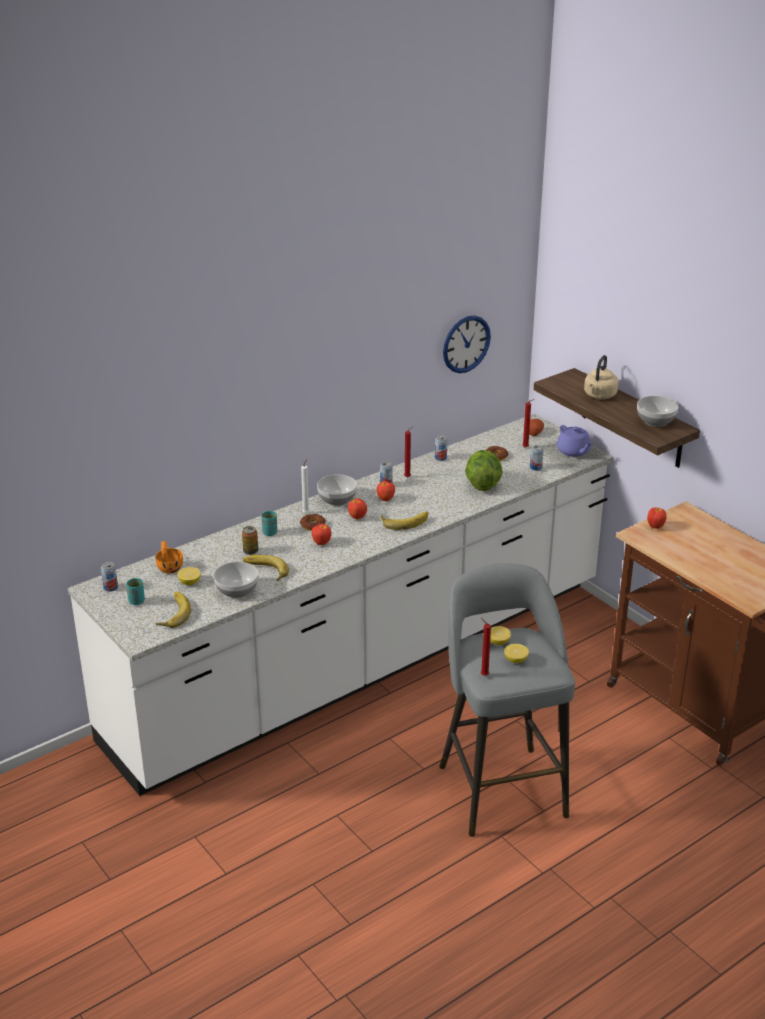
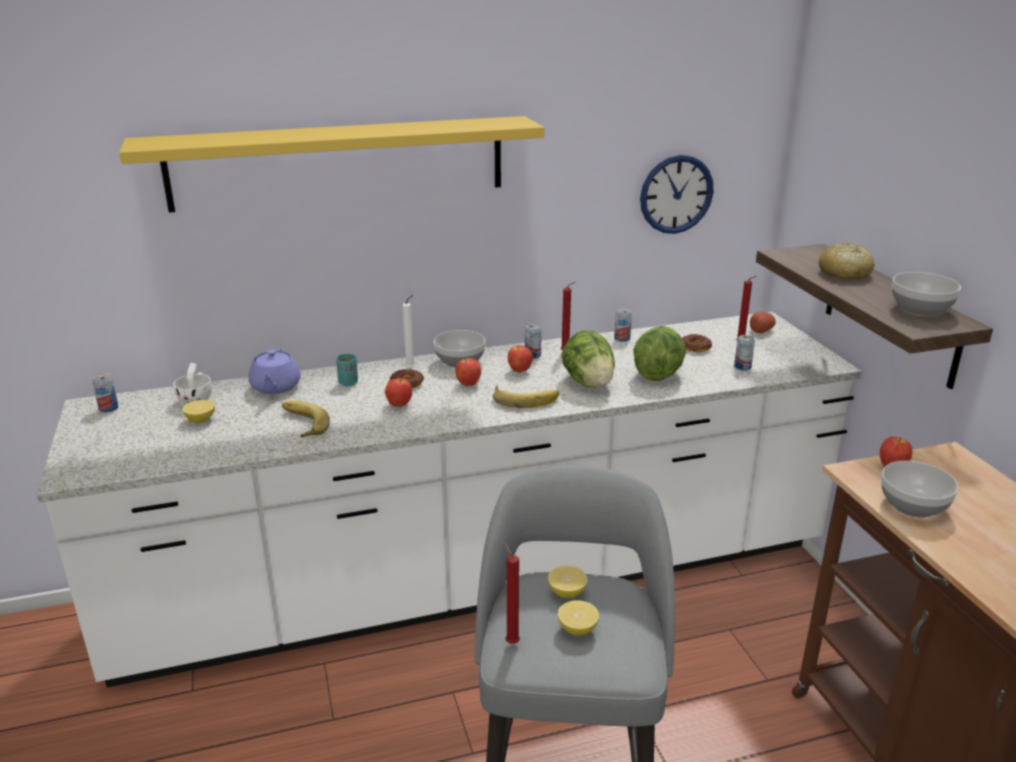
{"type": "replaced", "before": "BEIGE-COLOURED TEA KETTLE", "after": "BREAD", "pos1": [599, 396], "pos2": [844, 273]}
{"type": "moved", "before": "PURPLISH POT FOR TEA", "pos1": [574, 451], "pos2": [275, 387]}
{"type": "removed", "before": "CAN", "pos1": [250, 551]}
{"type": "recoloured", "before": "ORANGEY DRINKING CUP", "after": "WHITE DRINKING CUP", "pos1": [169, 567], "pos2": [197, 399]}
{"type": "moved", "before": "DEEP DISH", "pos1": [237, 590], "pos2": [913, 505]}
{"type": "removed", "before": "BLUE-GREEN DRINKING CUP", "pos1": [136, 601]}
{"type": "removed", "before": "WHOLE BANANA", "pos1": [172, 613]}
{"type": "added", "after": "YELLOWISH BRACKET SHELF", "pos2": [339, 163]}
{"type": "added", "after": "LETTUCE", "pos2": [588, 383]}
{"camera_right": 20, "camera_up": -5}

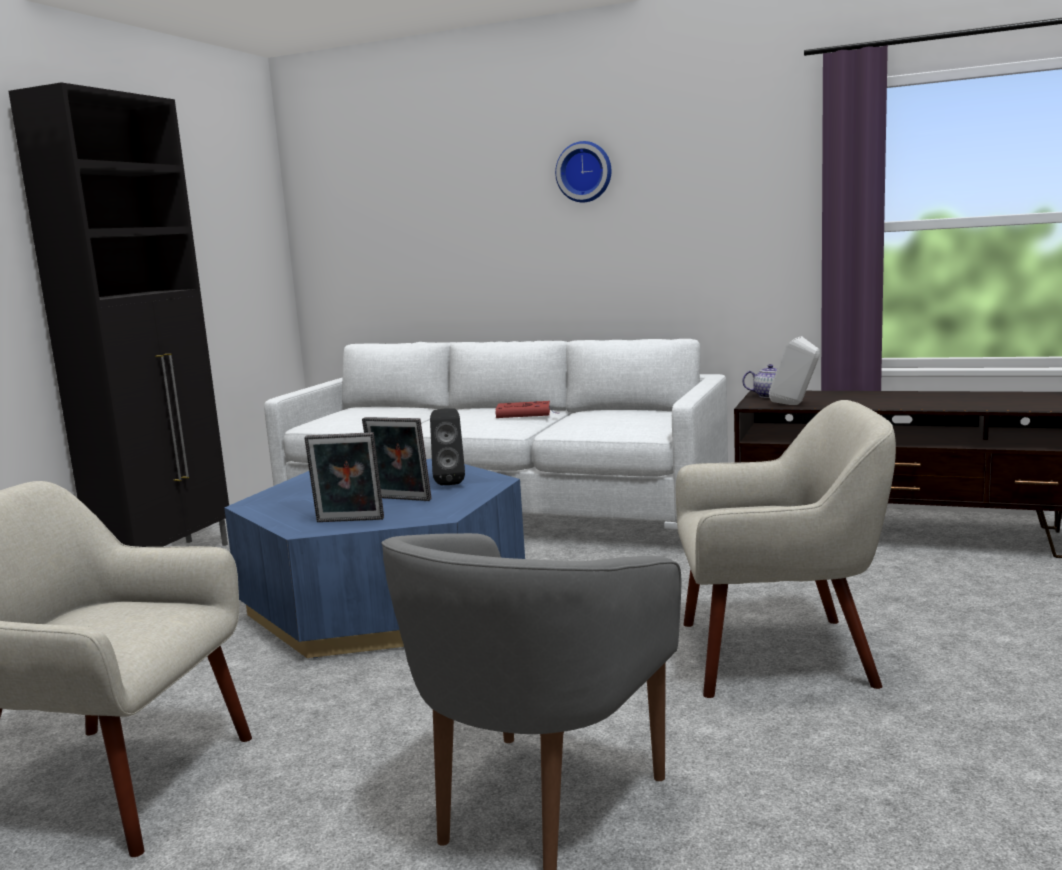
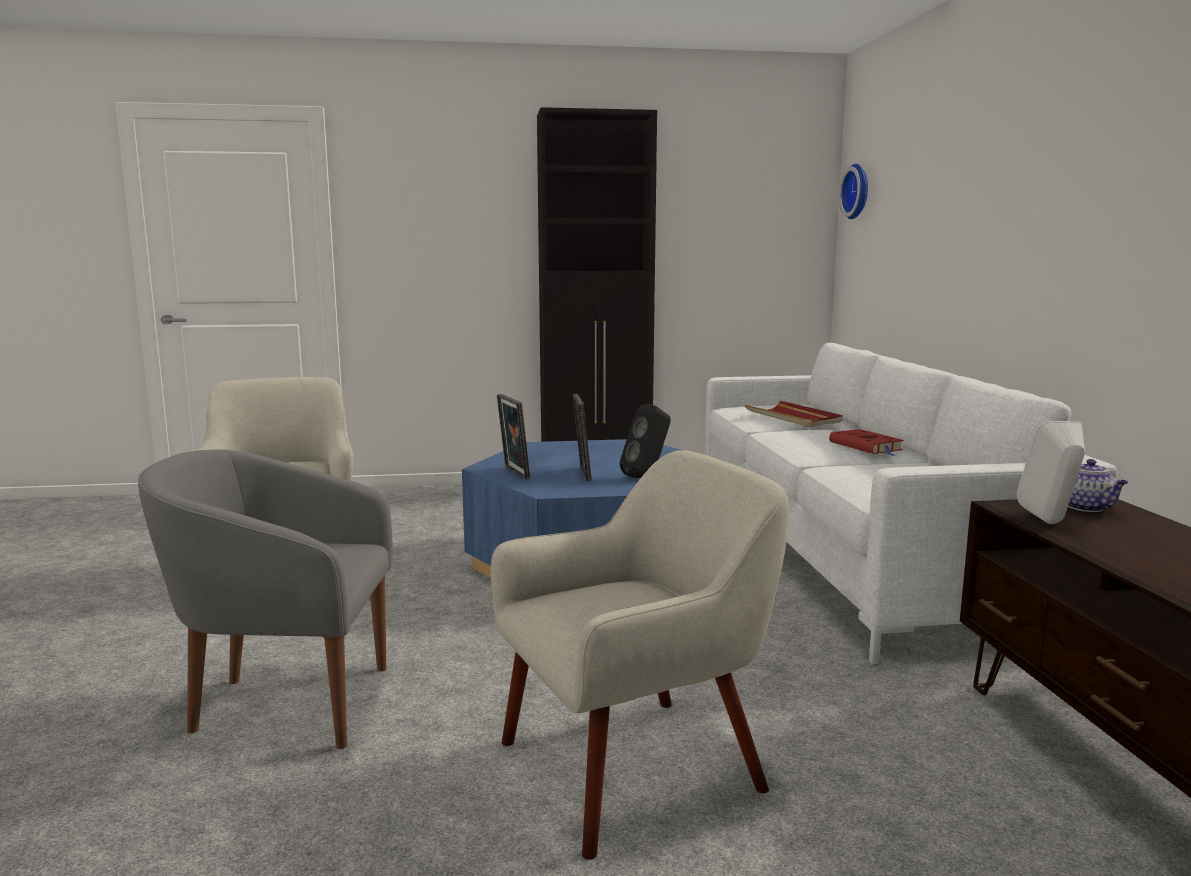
{"type": "moved", "before": "CLOCK ON THE WALL", "pos1": [584, 172], "pos2": [858, 191]}
{"type": "turned", "before": "BEIGE-COLOURED ARMCHAIR", "pos1": [779, 654], "pos2": [635, 766], "turn": -90}
{"type": "added", "after": "REDDISH TRAY", "pos2": [793, 418]}
{"camera_right": 60, "camera_up": 0}

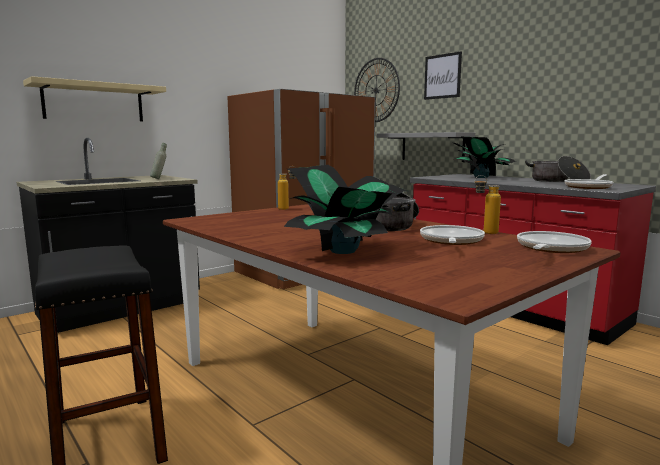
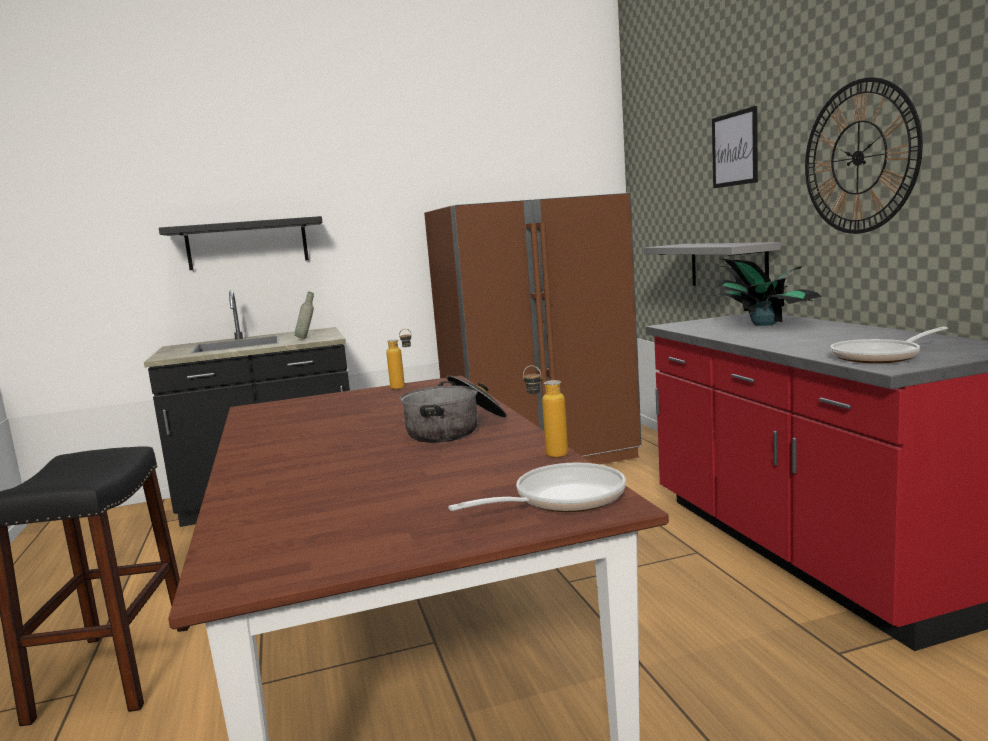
{"type": "moved", "before": "CLOCK ON THE WALL", "pos1": [376, 90], "pos2": [858, 157]}
{"type": "recoloured", "before": "BEIGE-COLOURED BRACKET SHELF", "after": "BLACK-COLOURED BRACKET SHELF", "pos1": [94, 102], "pos2": [247, 244]}
{"type": "removed", "before": "COOKING POT", "pos1": [557, 181]}
{"type": "removed", "before": "POTTED PLANT", "pos1": [344, 251]}
{"type": "removed", "before": "FRYING PAN", "pos1": [450, 241]}
{"camera_right": 25, "camera_up": 0}

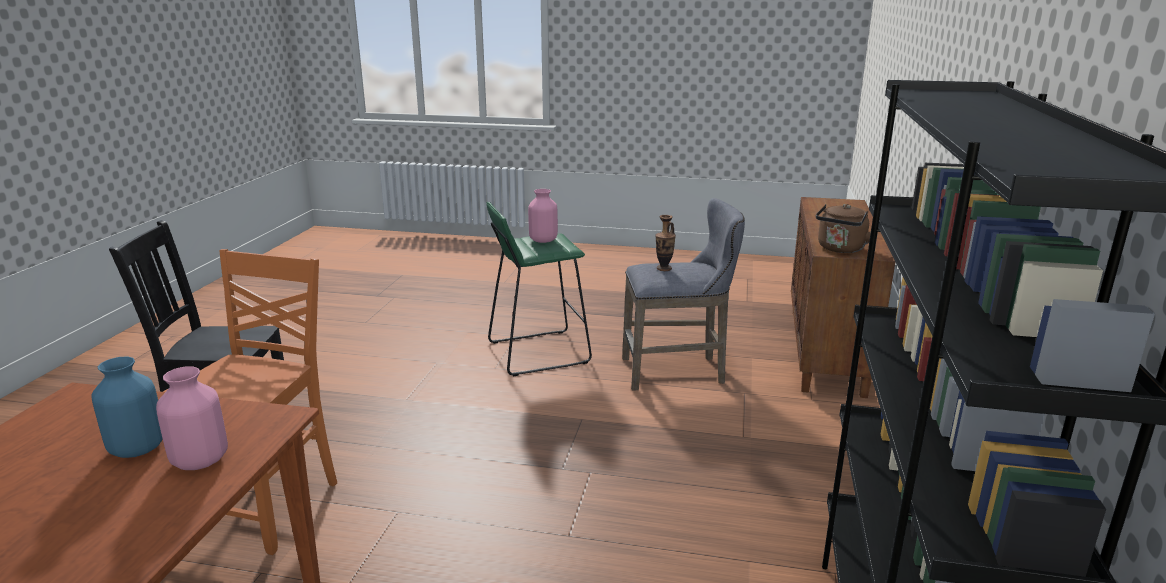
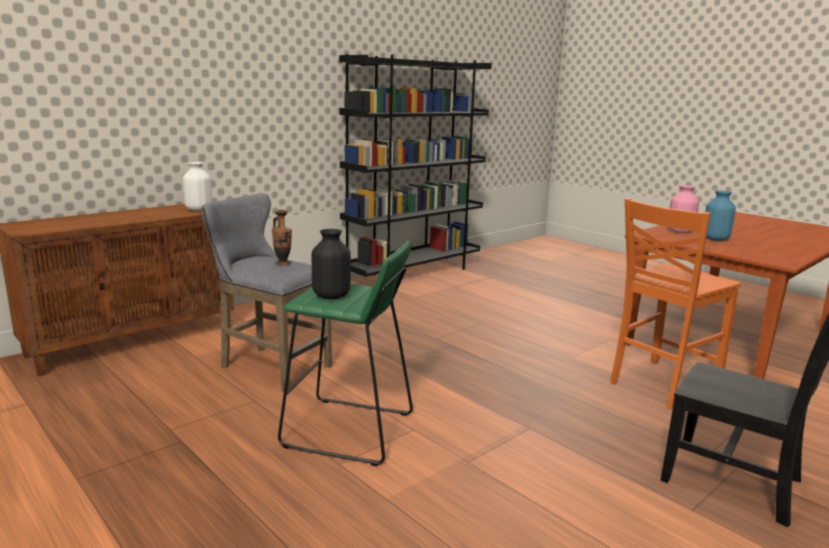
{"type": "recoloured", "before": "PINK FLOWER VASE", "after": "BLACK-COLOURED FLOWER VASE", "pos1": [543, 240], "pos2": [332, 296]}
{"type": "replaced", "before": "BROWNISH TEA KETTLE", "after": "WHITE FLOWER VASE", "pos1": [840, 249], "pos2": [199, 209]}
{"camera_right": -145, "camera_up": -5}

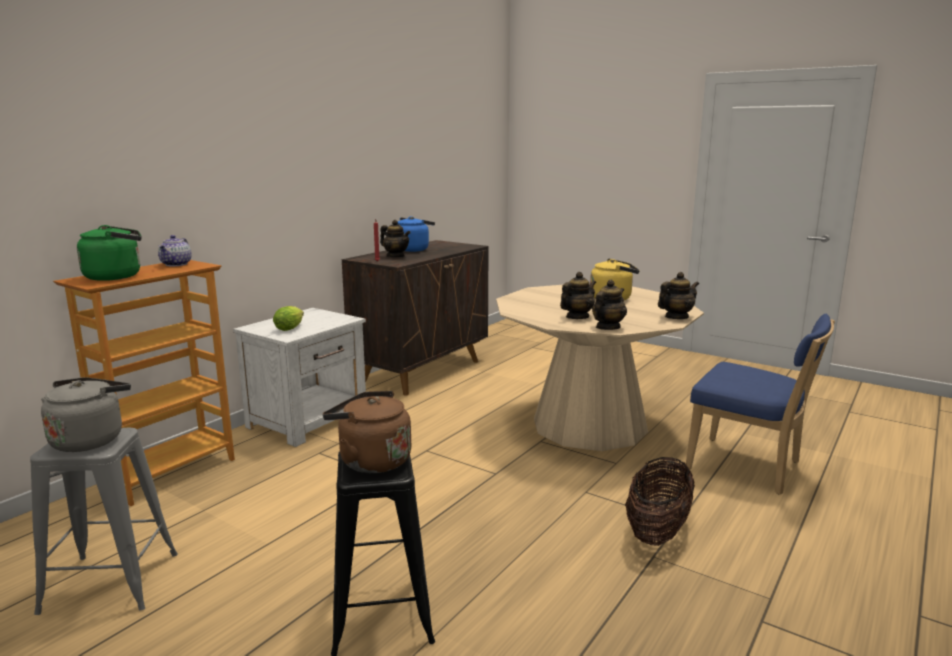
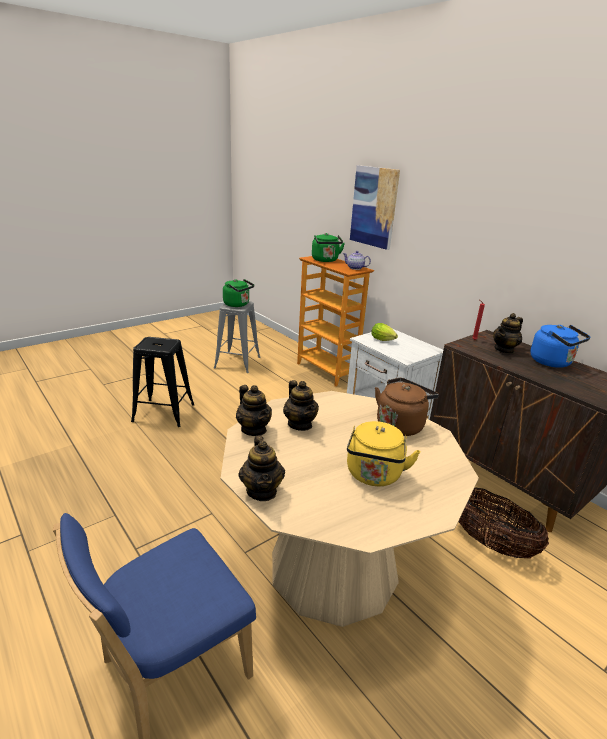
{"type": "recoloured", "before": "GREYISH TEA KETTLE", "after": "GREEN TEA KETTLE", "pos1": [90, 439], "pos2": [238, 304]}
{"type": "moved", "before": "BROWNISH TEA KETTLE", "pos1": [371, 461], "pos2": [401, 424]}
{"type": "moved", "before": "STORAGE BASKET", "pos1": [657, 530], "pos2": [489, 542]}
{"type": "added", "after": "WALL PICTURE", "pos2": [374, 207]}
{"camera_right": 105, "camera_up": 10}

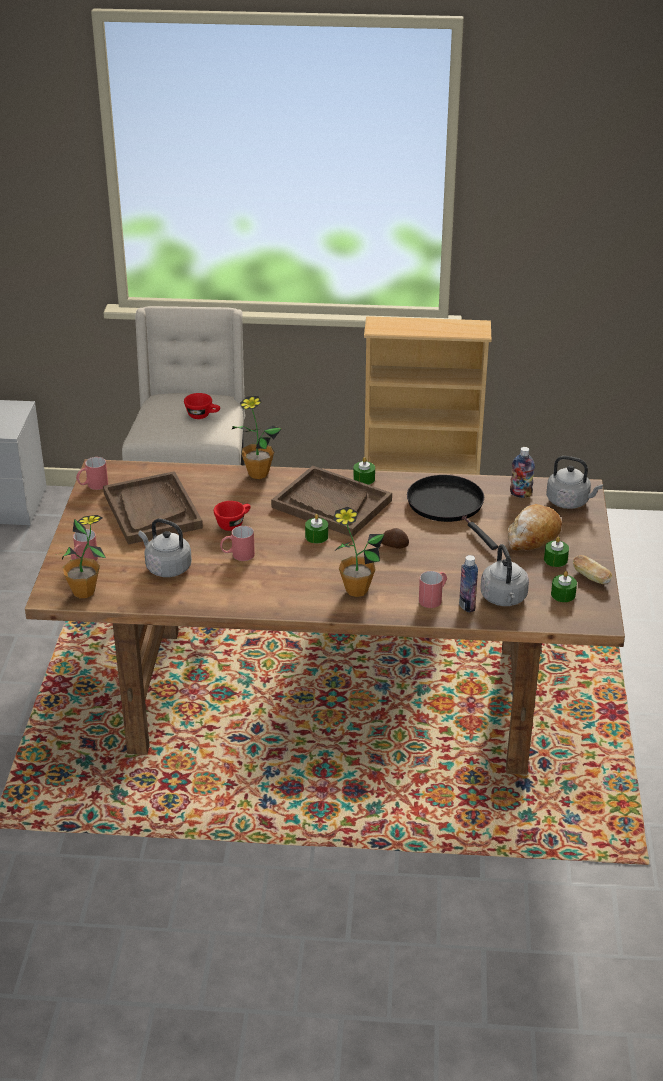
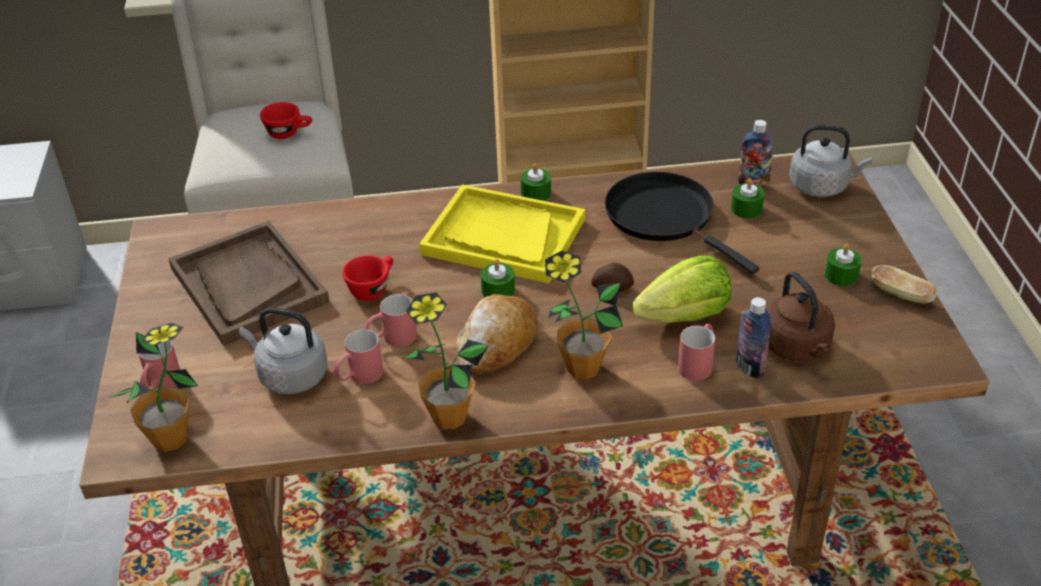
{"type": "moved", "before": "POTTED PLANT", "pos1": [258, 473], "pos2": [449, 417]}
{"type": "moved", "before": "REDDISH TEA MUG", "pos1": [92, 486], "pos2": [359, 377]}
{"type": "recoloured", "before": "BROWNISH TRAY", "after": "YELLOWISH TRAY", "pos1": [331, 504], "pos2": [503, 237]}
{"type": "moved", "before": "BREAD", "pos1": [533, 536], "pos2": [497, 344]}
{"type": "recoloured", "before": "GREYISH TEA KETTLE", "after": "BROWNISH TEA KETTLE", "pos1": [504, 599], "pos2": [797, 348]}
{"type": "moved", "before": "GREEN WAX LIGHT", "pos1": [563, 594], "pos2": [746, 209]}
{"type": "added", "after": "LETTUCE", "pos2": [685, 316]}
{"camera_right": -10, "camera_up": 5}

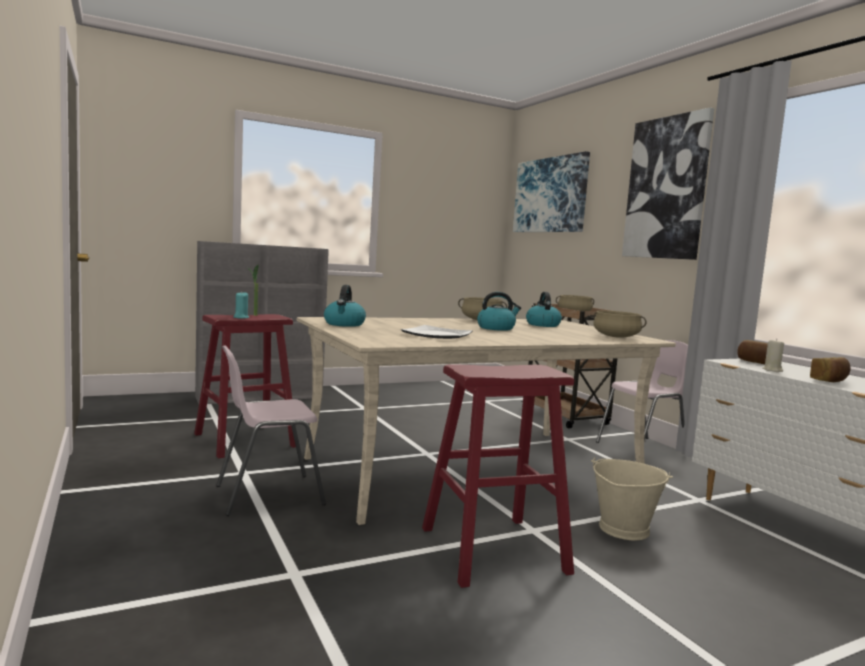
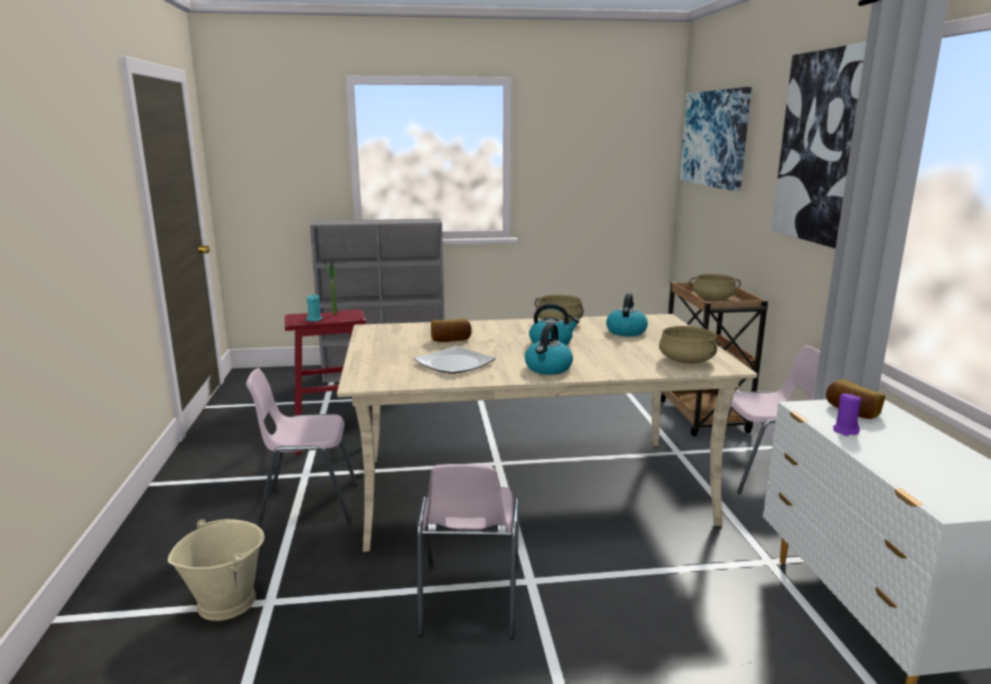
{"type": "moved", "before": "TEA KETTLE", "pos1": [344, 324], "pos2": [548, 368]}
{"type": "recoloured", "before": "BEIGE-COLOURED WAX LIGHT", "after": "PURPLISH WAX LIGHT", "pos1": [772, 370], "pos2": [845, 431]}
{"type": "moved", "before": "BREAD", "pos1": [829, 381], "pos2": [451, 340]}
{"type": "replaced", "before": "REDDISH STOOL SEAT", "after": "PINK PLAIN CHAIR", "pos1": [493, 550], "pos2": [468, 600]}
{"type": "moved", "before": "BEIGE-COLOURED PAIL", "pos1": [623, 528], "pos2": [227, 601]}
{"camera_right": 20, "camera_up": 10}

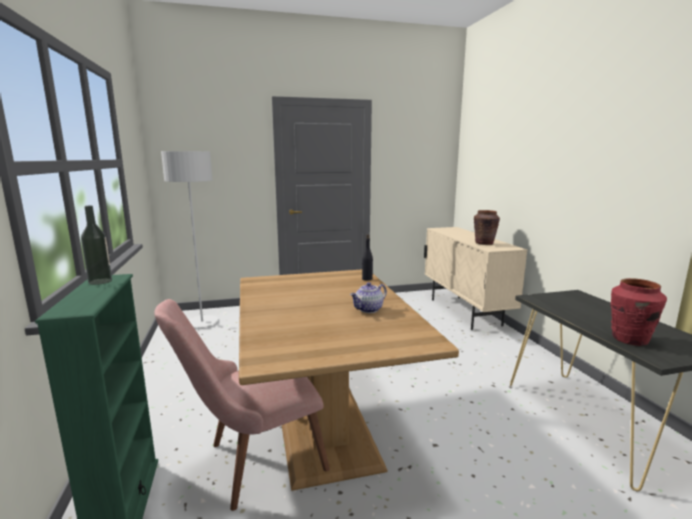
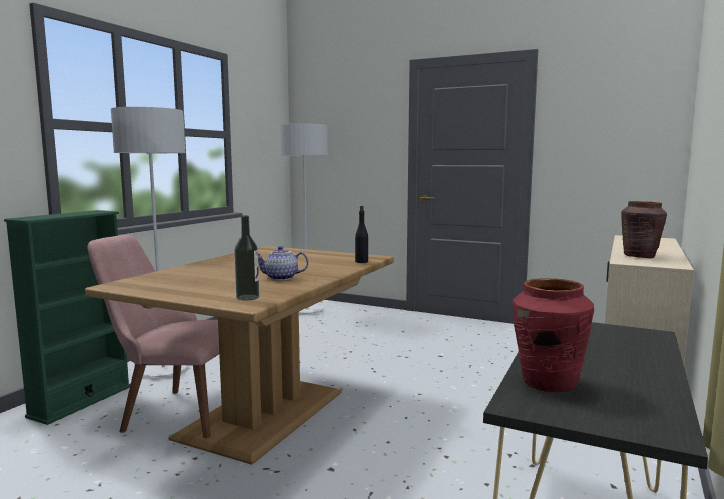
{"type": "moved", "before": "BOTTLE", "pos1": [100, 281], "pos2": [247, 297]}
{"type": "added", "after": "GREYISH FLOOR LAMP", "pos2": [163, 370]}
{"camera_right": 40, "camera_up": -5}

